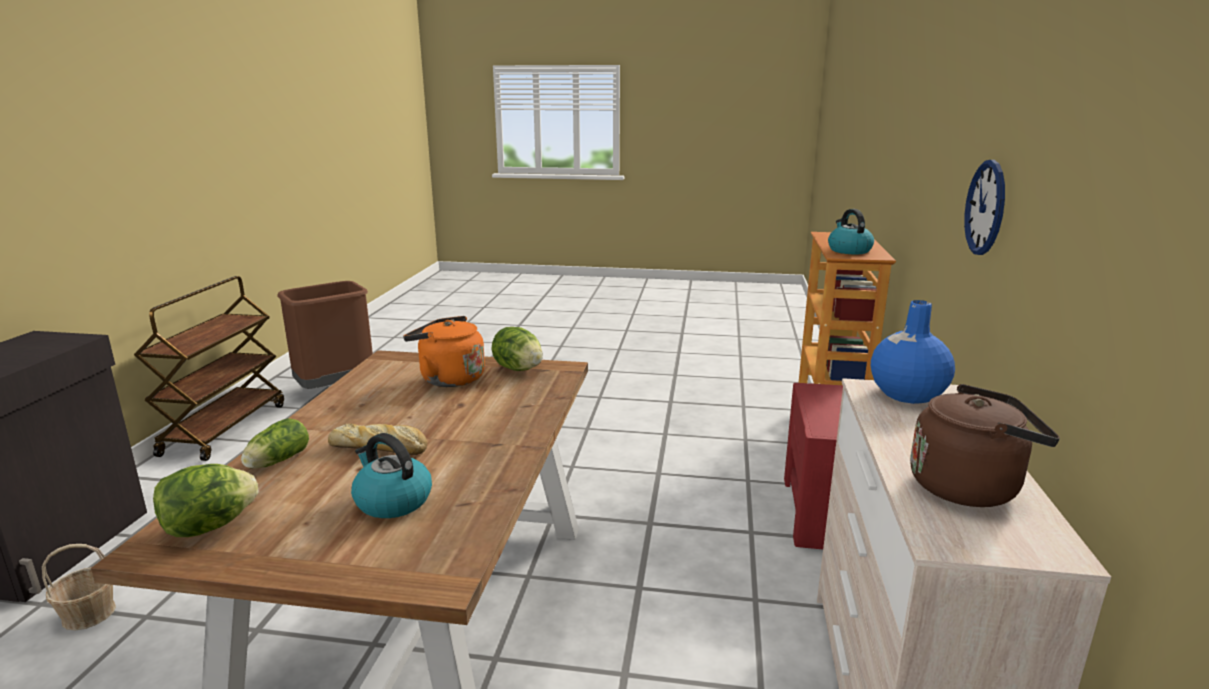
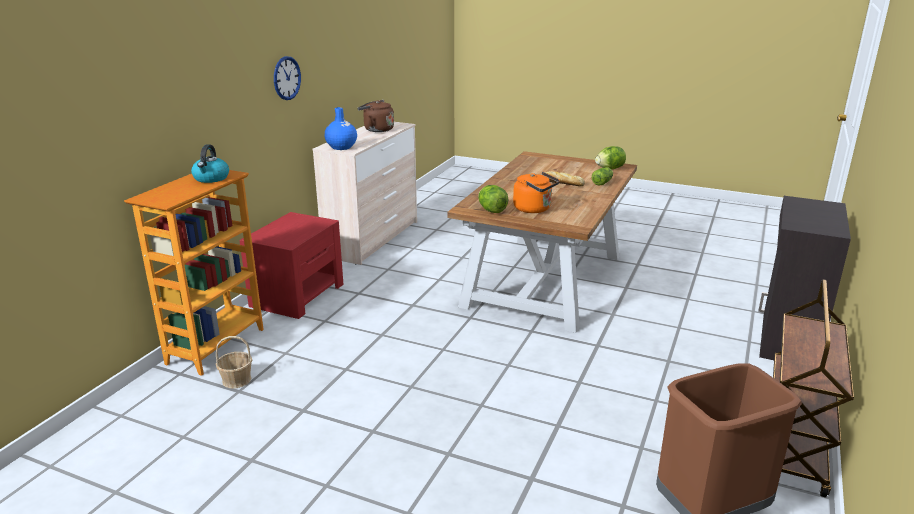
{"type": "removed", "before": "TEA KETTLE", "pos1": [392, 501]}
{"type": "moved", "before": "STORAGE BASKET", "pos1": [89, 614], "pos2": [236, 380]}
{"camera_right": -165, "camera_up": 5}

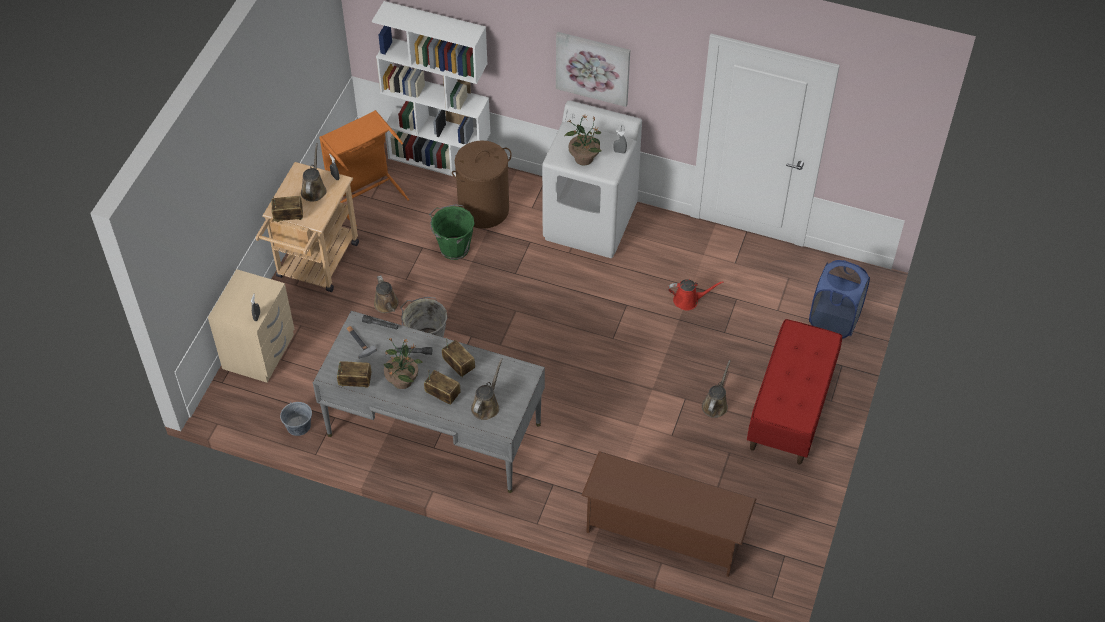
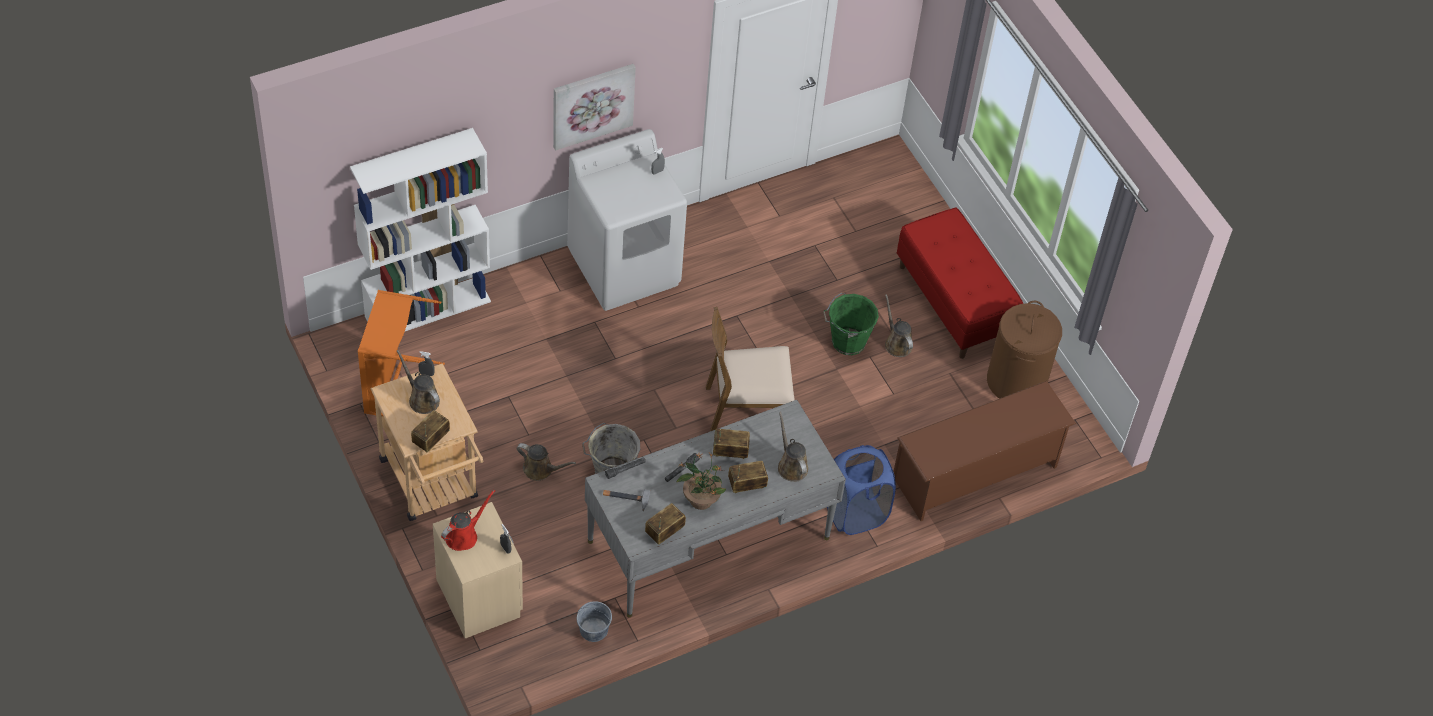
{"type": "removed", "before": "POTTED PLANT", "pos1": [583, 157]}
{"type": "moved", "before": "BROWNISH HAMPER", "pos1": [483, 210], "pos2": [1016, 381]}
{"type": "moved", "before": "GREEN PAIL", "pos1": [453, 247], "pos2": [847, 342]}
{"type": "moved", "before": "BLUISH HAMPER", "pos1": [834, 320], "pos2": [855, 513]}
{"type": "moved", "before": "REDDISH WATERING POT", "pos1": [688, 300], "pos2": [464, 535]}
{"type": "added", "after": "BROWNISH PLAIN CHAIR", "pos2": [747, 409]}
{"camera_right": -50, "camera_up": 0}

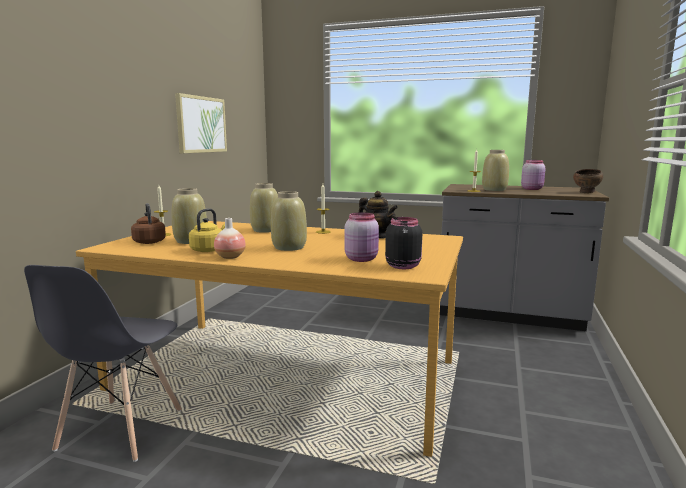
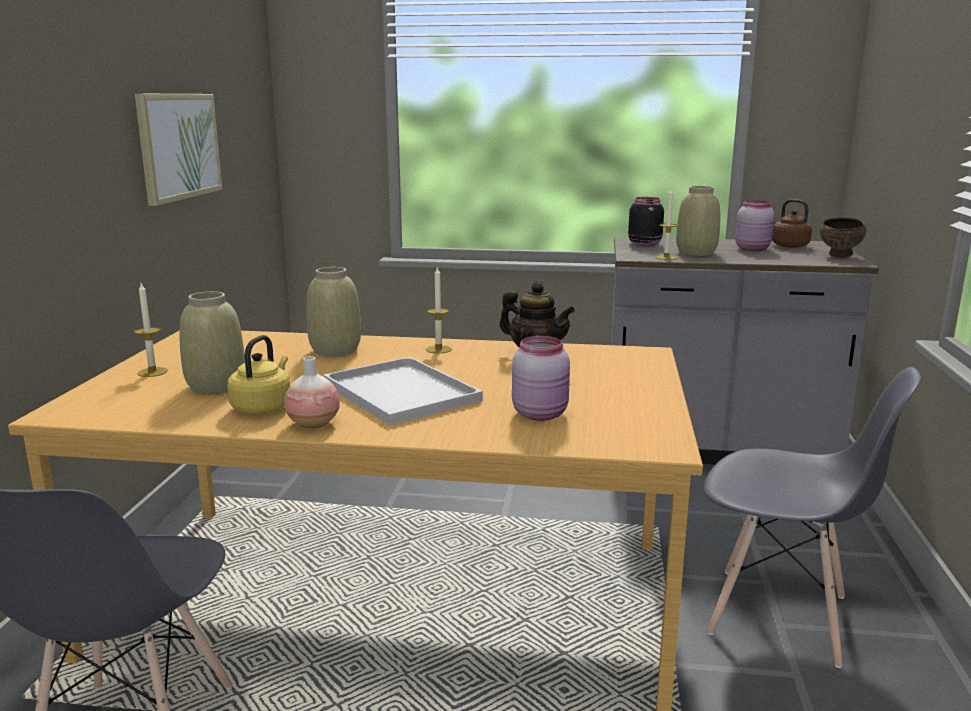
{"type": "replaced", "before": "BEIGE-COLOURED FLOWER VASE", "after": "WHITE TRAY", "pos1": [289, 247], "pos2": [404, 393]}
{"type": "moved", "before": "BROWNISH TEA KETTLE", "pos1": [149, 241], "pos2": [787, 245]}
{"type": "moved", "before": "BLACK-COLOURED PRESERVE JAR", "pos1": [403, 266], "pos2": [644, 244]}
{"type": "added", "after": "GREYISH PLAIN CHAIR", "pos2": [780, 616]}
{"camera_right": -10, "camera_up": 5}

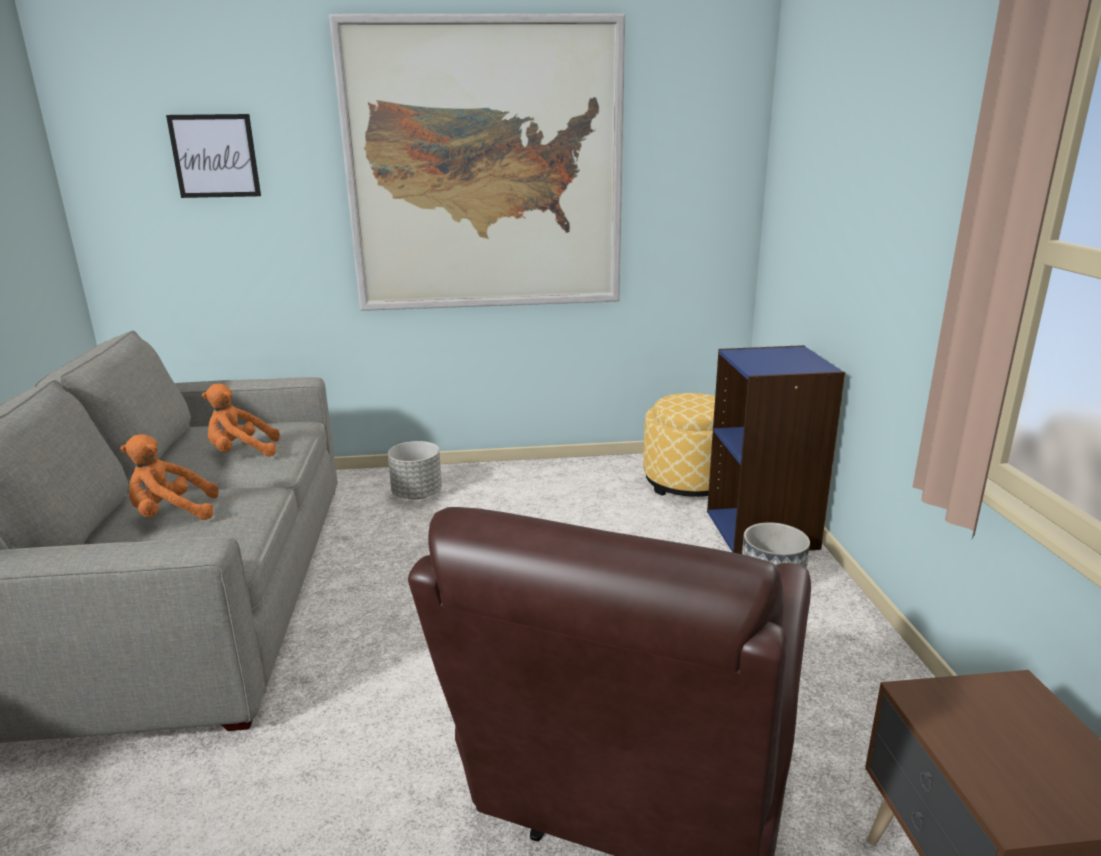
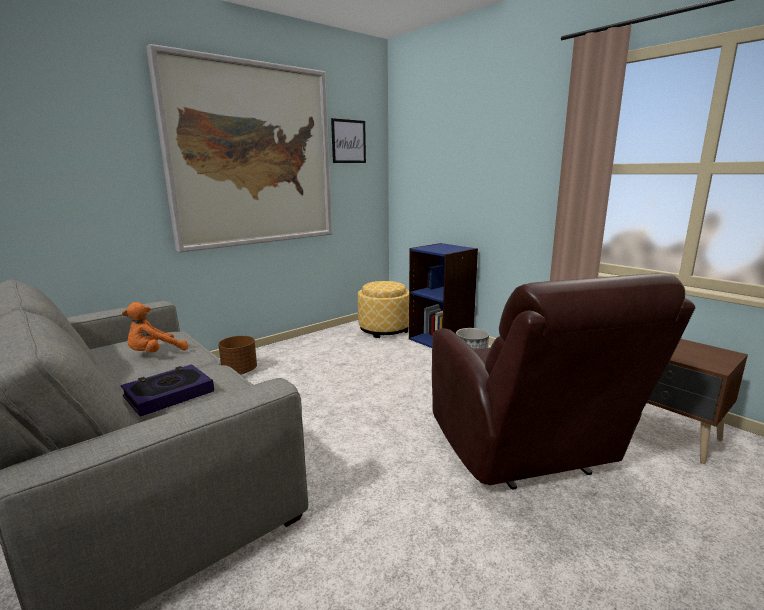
{"type": "moved", "before": "WALL PICTURE", "pos1": [215, 156], "pos2": [348, 141]}
{"type": "replaced", "before": "ORANGEY PLUSH TOY", "after": "BOUND BOOK", "pos1": [172, 515], "pos2": [169, 394]}
{"type": "recoloured", "before": "GREYISH FLOWER POT", "after": "BROWNISH FLOWER POT", "pos1": [417, 494], "pos2": [240, 371]}
{"camera_right": -35, "camera_up": -5}

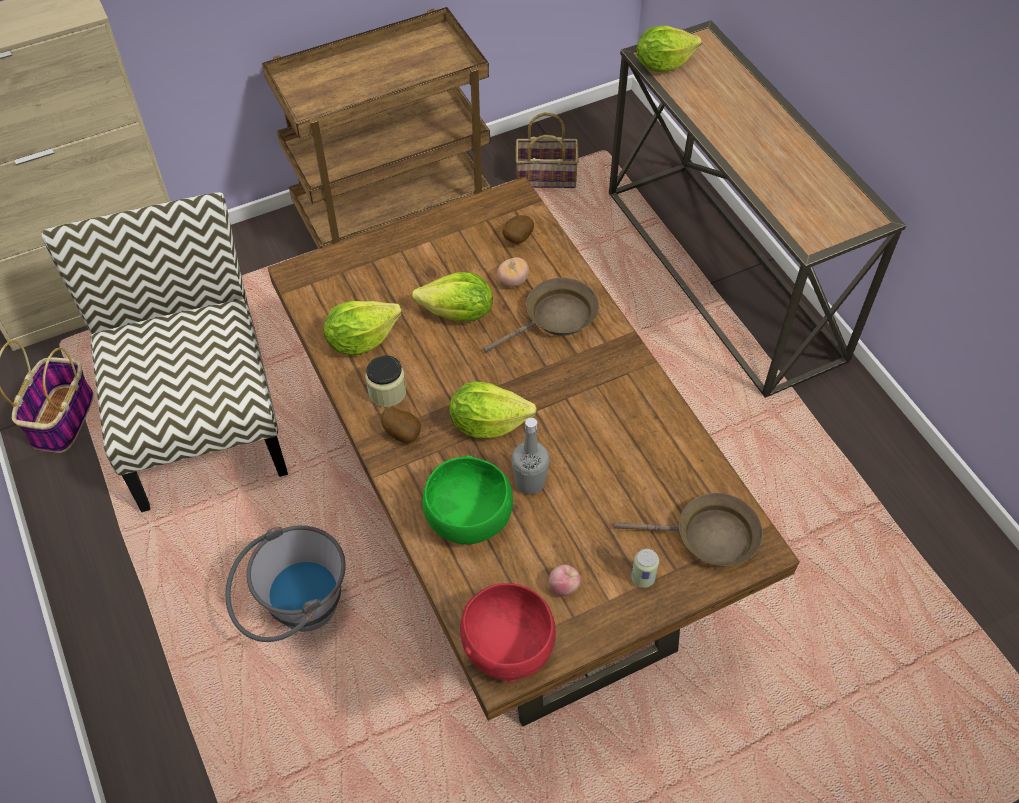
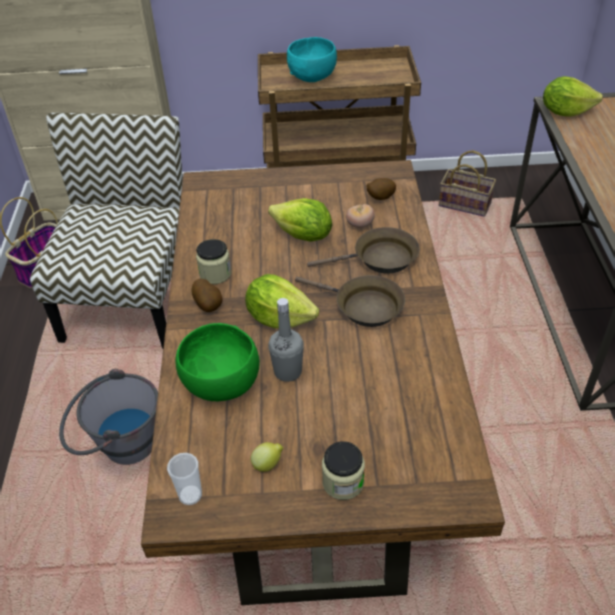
{"type": "removed", "before": "LETTUCE", "pos1": [361, 340]}
{"type": "moved", "before": "BROWNISH FRYING PAN", "pos1": [709, 537], "pos2": [363, 307]}
{"type": "replaced", "before": "CAN", "after": "PRESERVE JAR", "pos1": [643, 578], "pos2": [343, 482]}
{"type": "replaced", "before": "WHOLE APPLE", "after": "CITRUS FRUIT", "pos1": [564, 587], "pos2": [268, 464]}
{"type": "replaced", "before": "REDDISH DEEP DISH", "after": "DRINKING CUP", "pos1": [507, 646], "pos2": [190, 495]}
{"type": "added", "after": "BLUE-GREEN DEEP DISH", "pos2": [312, 76]}
{"camera_right": 25, "camera_up": -10}

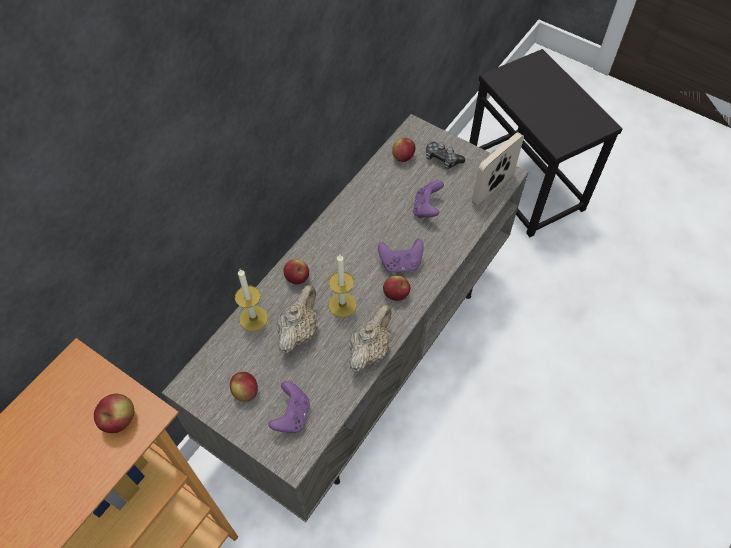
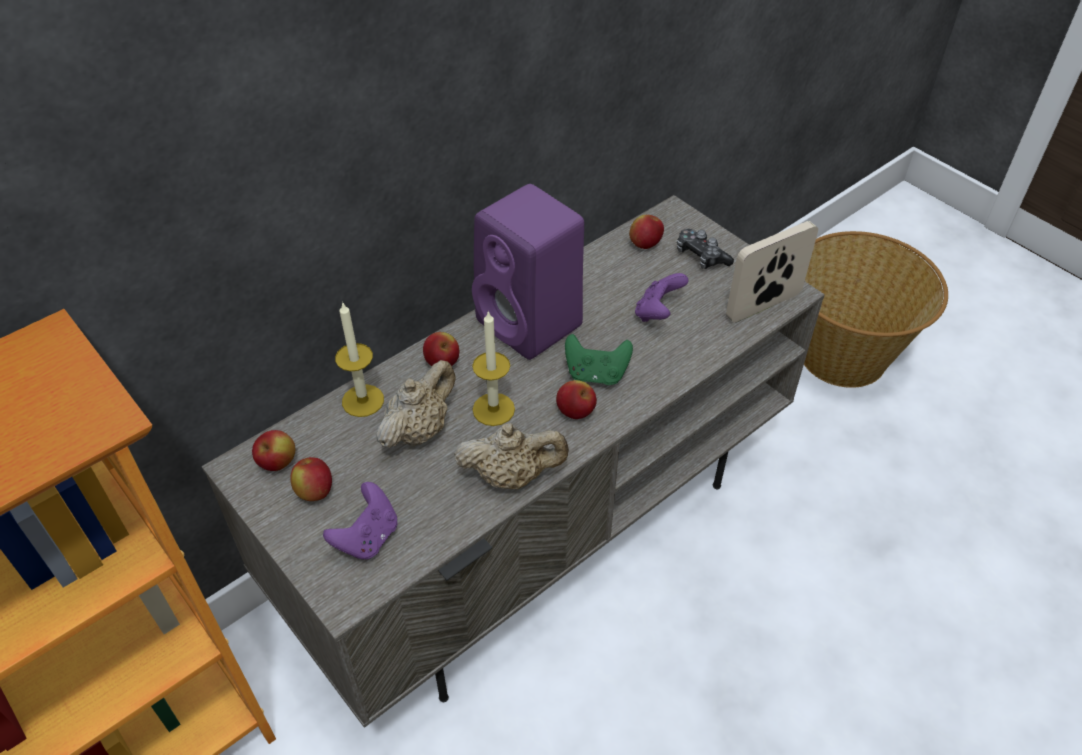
{"type": "replaced", "before": "BLACK-COLOURED SIDE TABLE", "after": "STORAGE BASKET", "pos1": [525, 184], "pos2": [844, 355]}
{"type": "recoloured", "before": "PURPLISH GAME CONTROLLER", "after": "GREEN GAME CONTROLLER", "pos1": [400, 263], "pos2": [596, 374]}
{"type": "turned", "before": "BEIGE-COLOURED POT FOR TEA", "pos1": [370, 349], "pos2": [512, 476], "turn": 45}
{"type": "moved", "before": "WHOLE APPLE", "pos1": [120, 420], "pos2": [278, 463]}
{"type": "added", "after": "PURPLISH AUDIO SPEAKER", "pos2": [532, 324]}
{"camera_right": 15, "camera_up": -10}

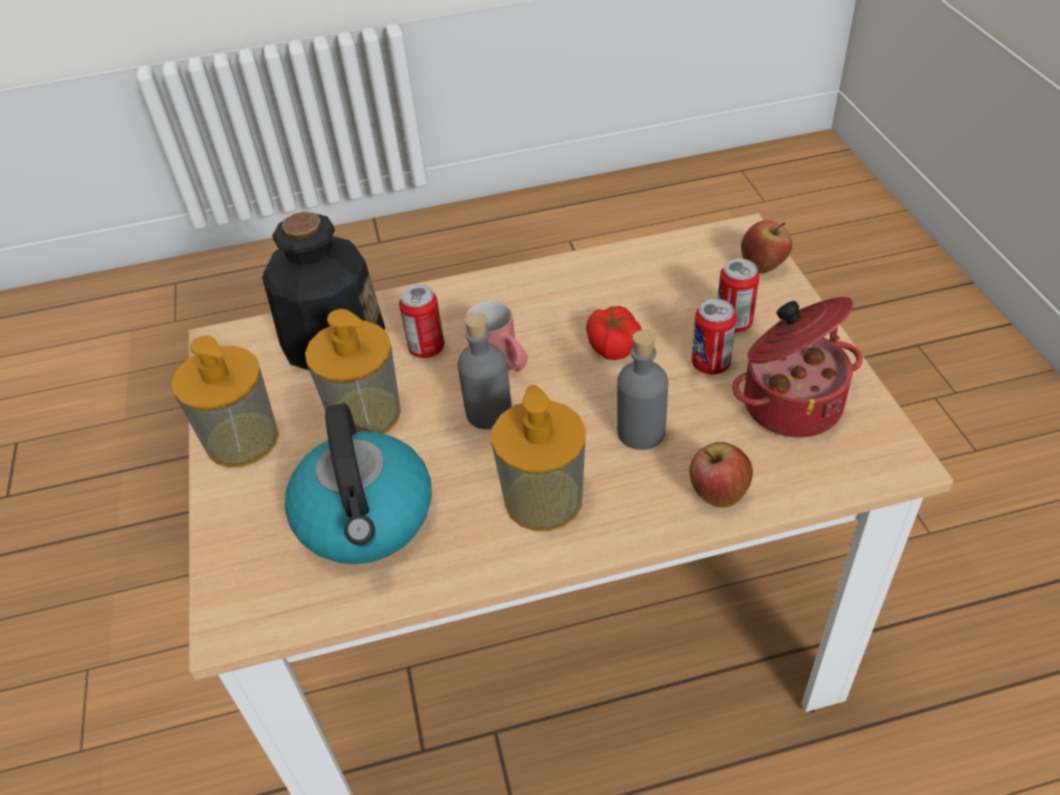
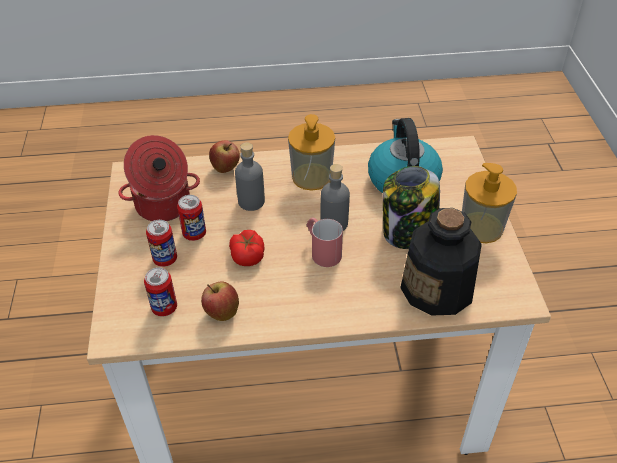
{"type": "moved", "before": "WHOLE APPLE", "pos1": [763, 266], "pos2": [221, 313]}
{"type": "moved", "before": "CAN", "pos1": [426, 348], "pos2": [164, 308]}
{"type": "replaced", "before": "SOAP DISPENSER", "after": "PRESERVE JAR", "pos1": [365, 414], "pos2": [408, 233]}
{"camera_right": -175, "camera_up": 0}

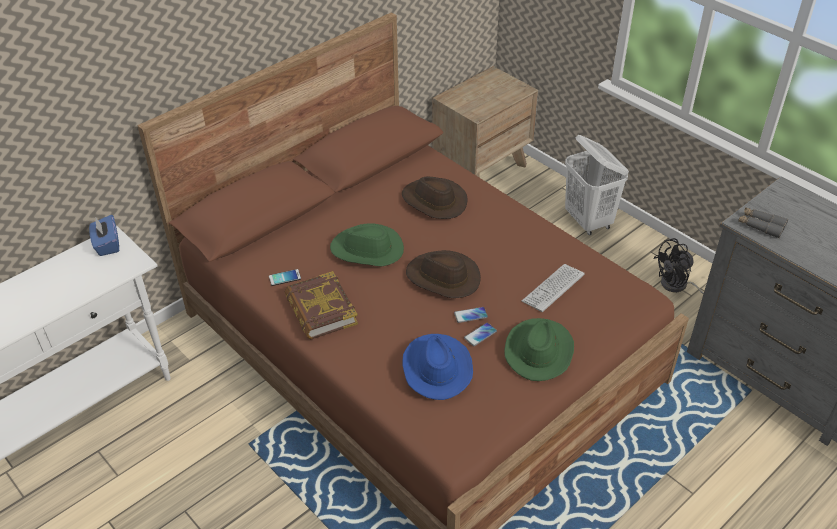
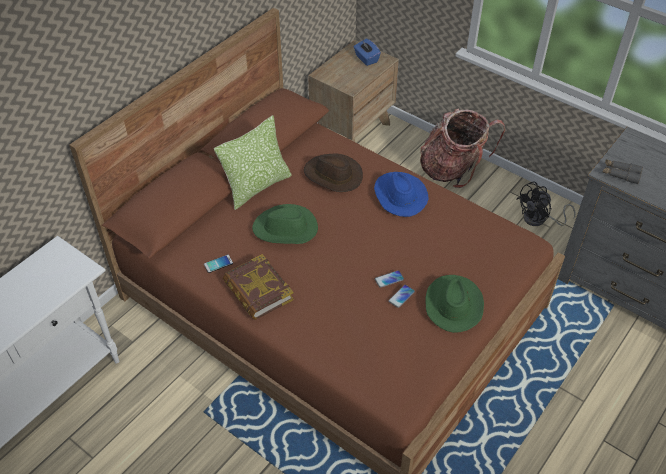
{"type": "replaced", "before": "WHITE HAMPER", "after": "BACKPACK", "pos1": [588, 221], "pos2": [453, 170]}
{"type": "moved", "before": "BLUISH BOX OF TISSUES", "pos1": [107, 244], "pos2": [366, 59]}
{"type": "removed", "before": "BROWNISH HAT", "pos1": [443, 278]}
{"type": "removed", "before": "COMPUTER KEYBOARD", "pos1": [553, 288]}
{"type": "moved", "before": "BLUISH HAT", "pos1": [436, 368], "pos2": [399, 195]}
{"type": "added", "after": "PILLOW", "pos2": [257, 187]}
{"camera_right": -10, "camera_up": 5}

